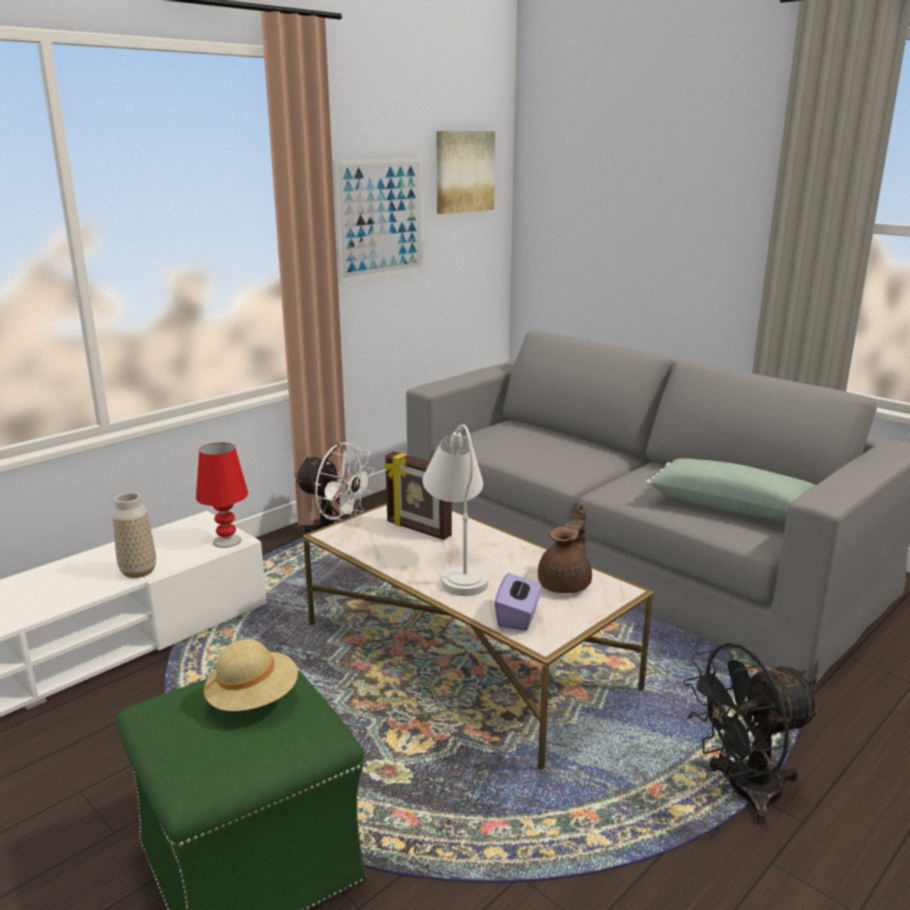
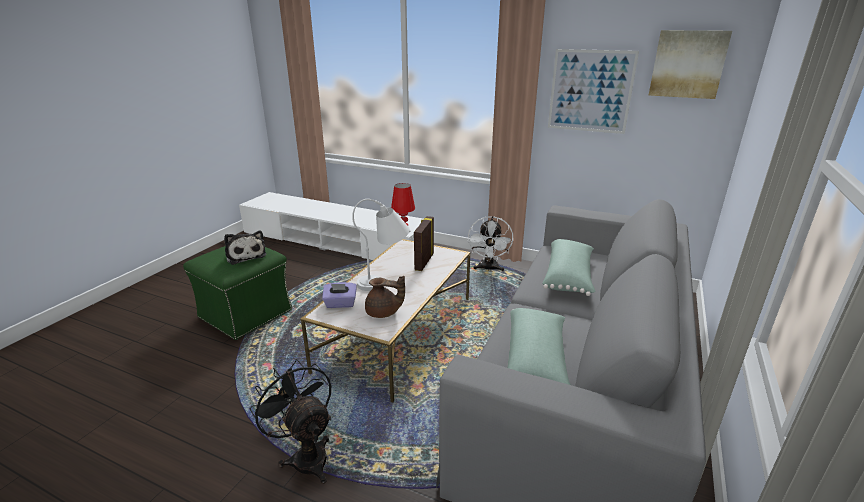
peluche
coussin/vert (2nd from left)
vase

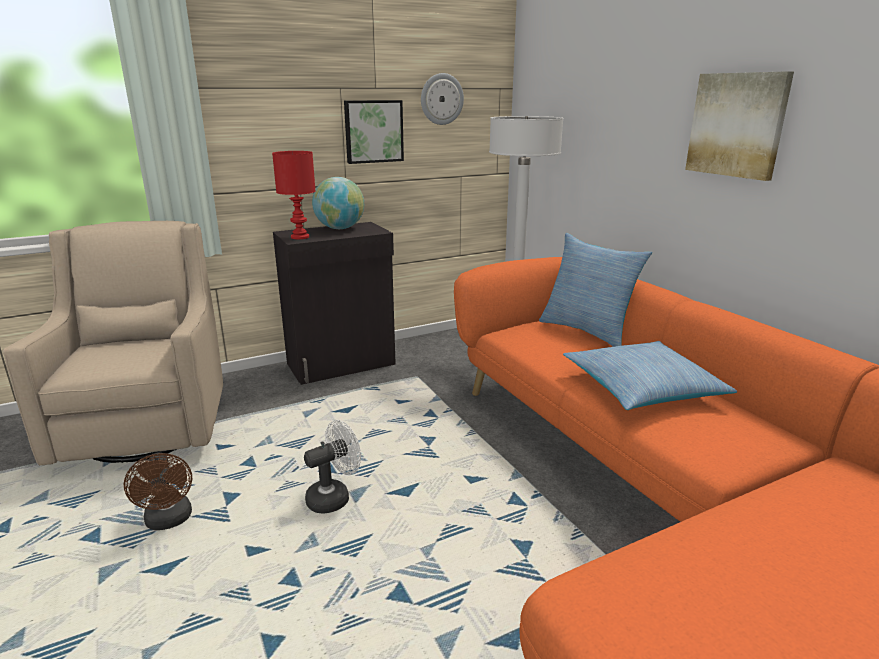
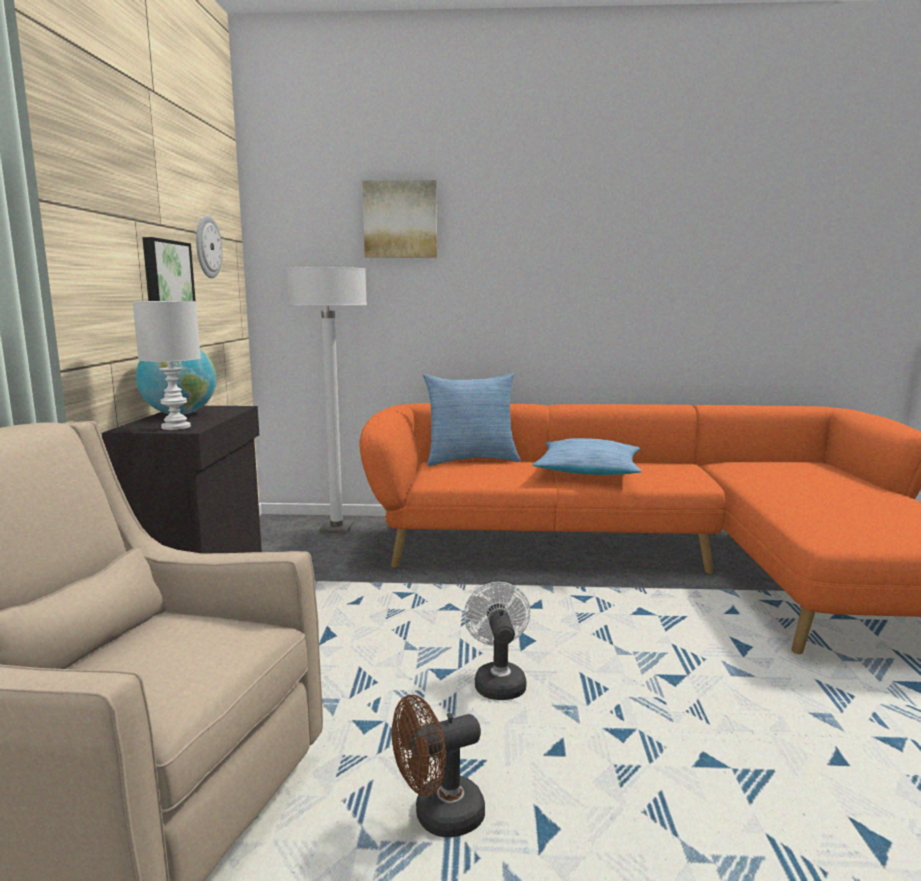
lampe de table/blanc
tableau (2nd from left)
ventilateur/marron

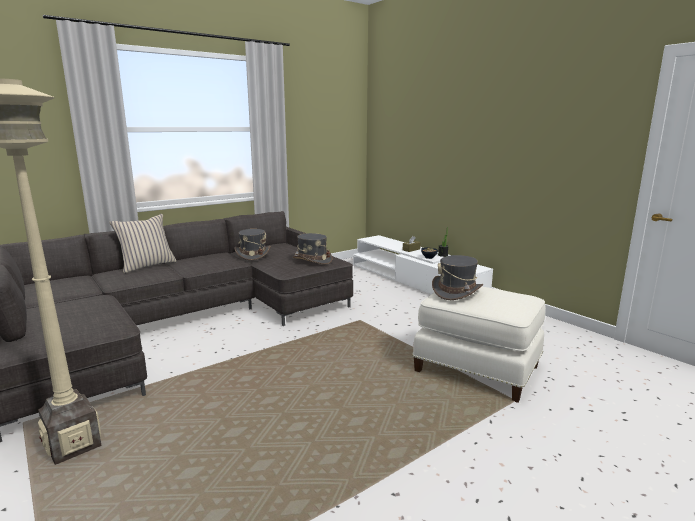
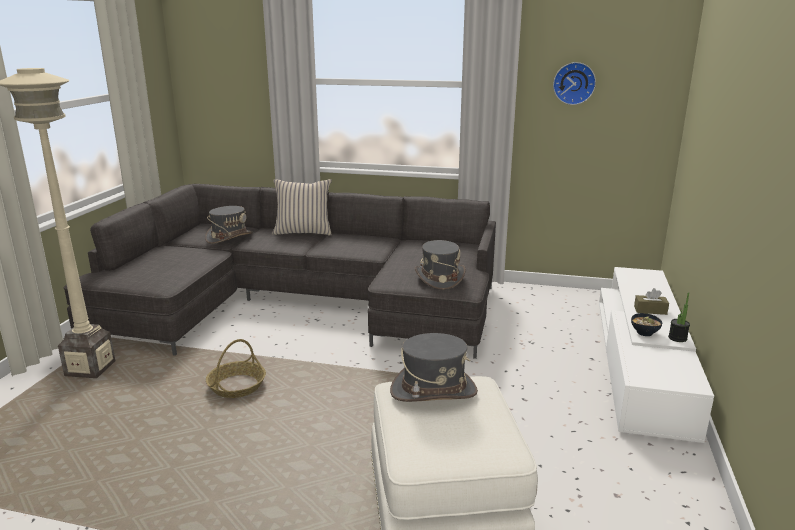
chapeau/gris (1st from left)
panier
horloge murale

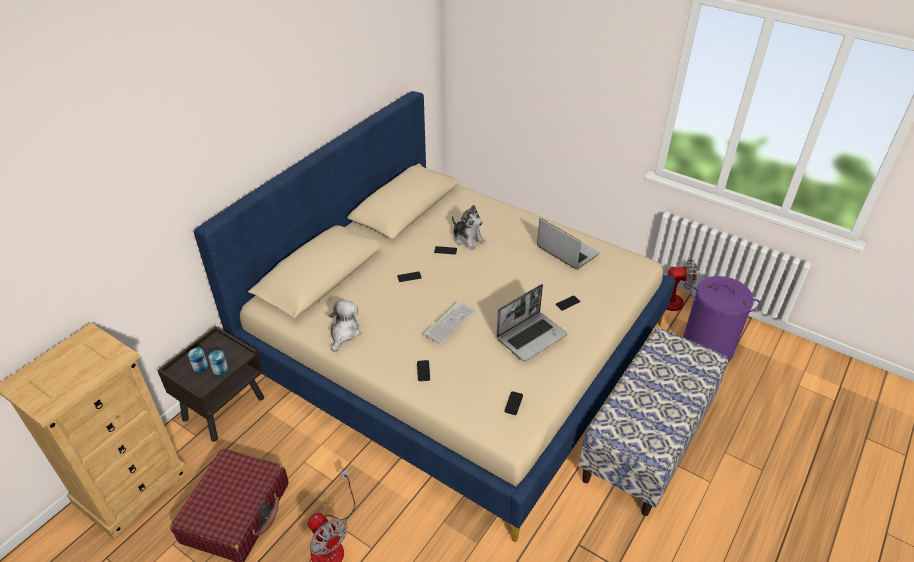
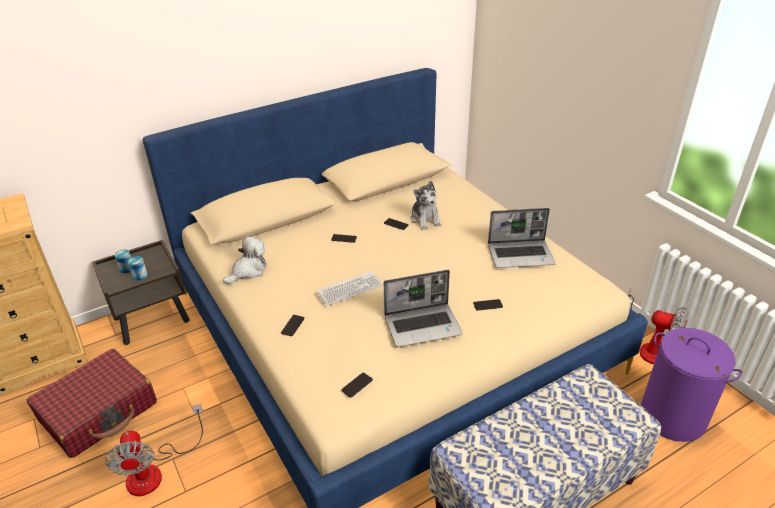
ordinateur portable (2nd from left)

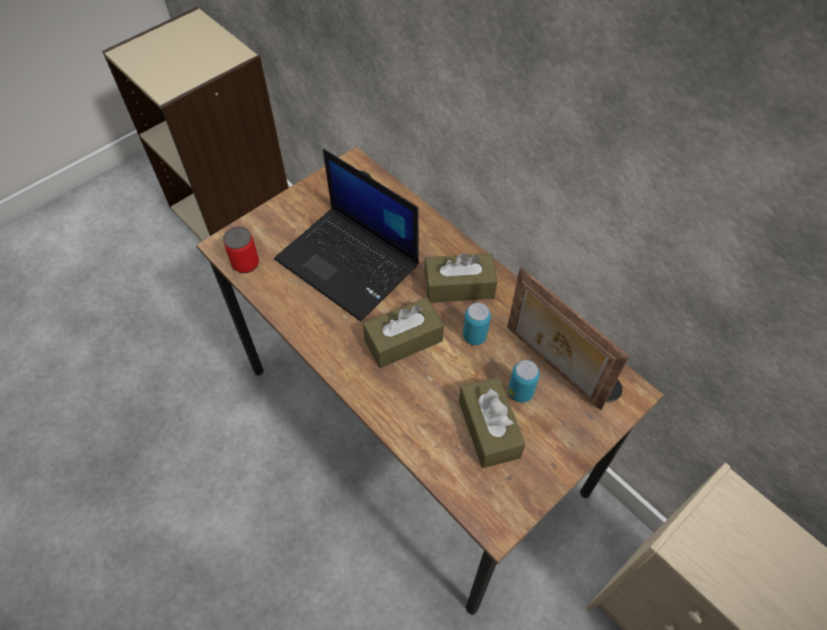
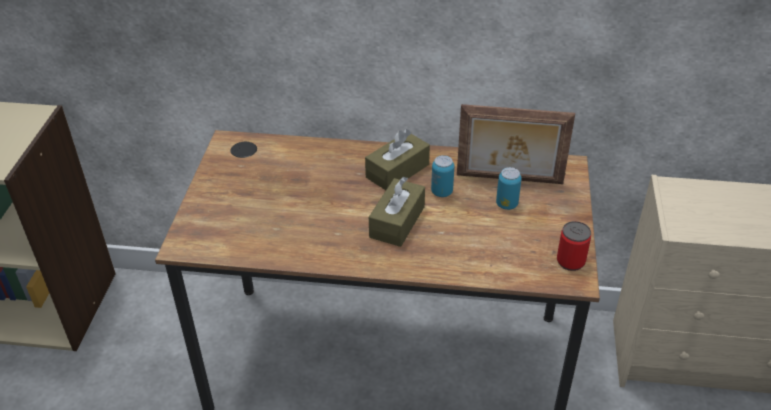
boîte métallique (3rd from left)
ordinateur portable
boîte à mouchoirs/marron (3rd from left in the first image)

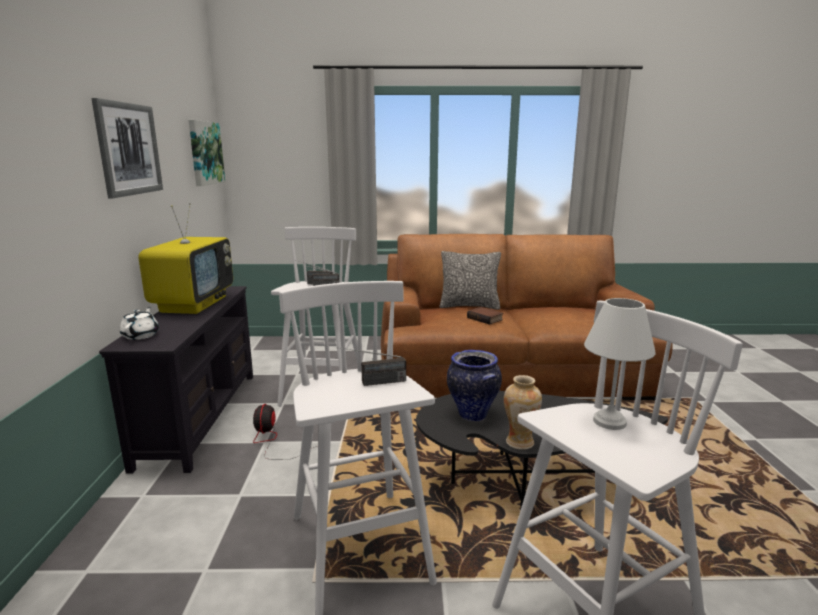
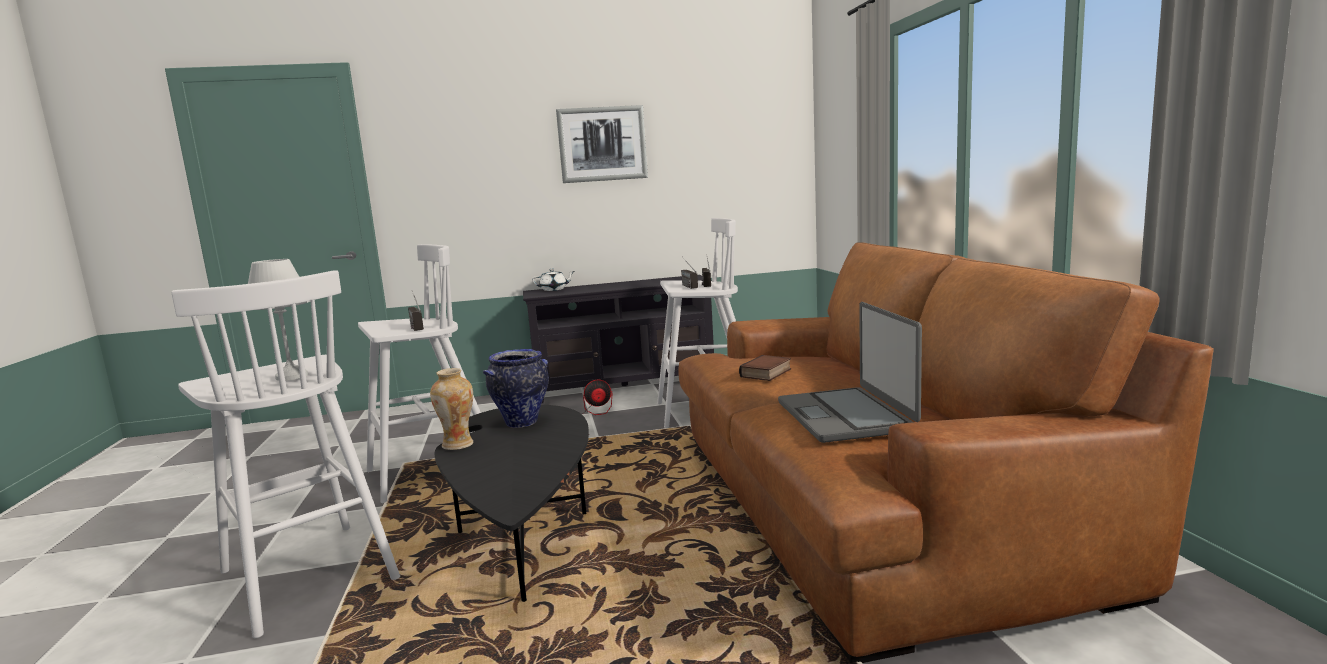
ordinateur portable
téléviseur
tableau (2nd from left in the first image)
coussin

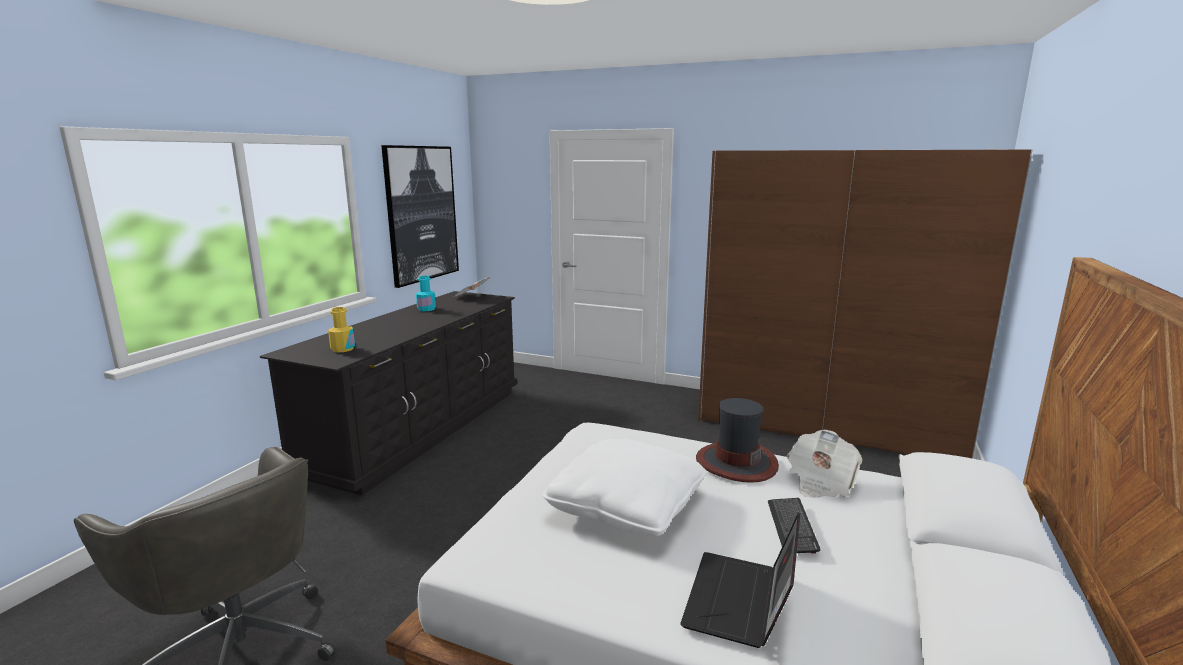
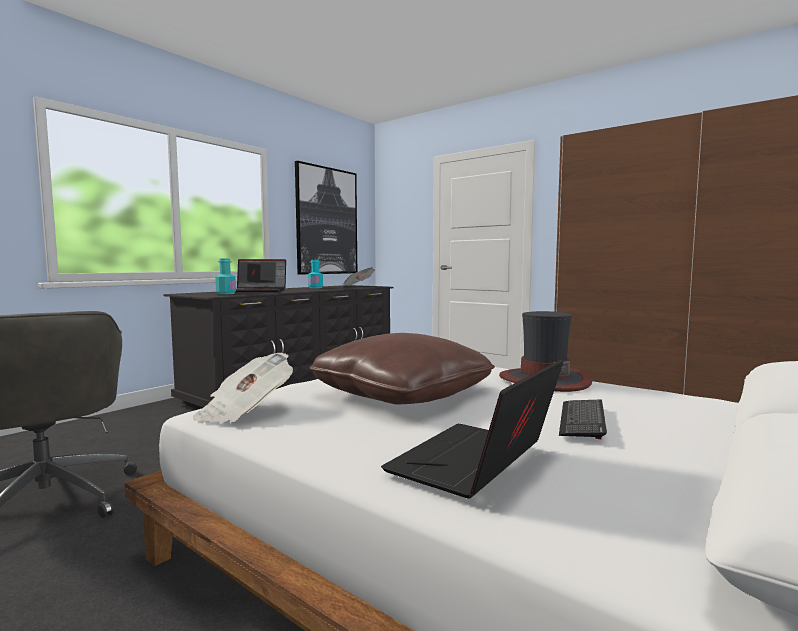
journal (1st from left)
bouteille/turquoise (1st from left)
ordinateur portable (1st from left)
coussin/marron

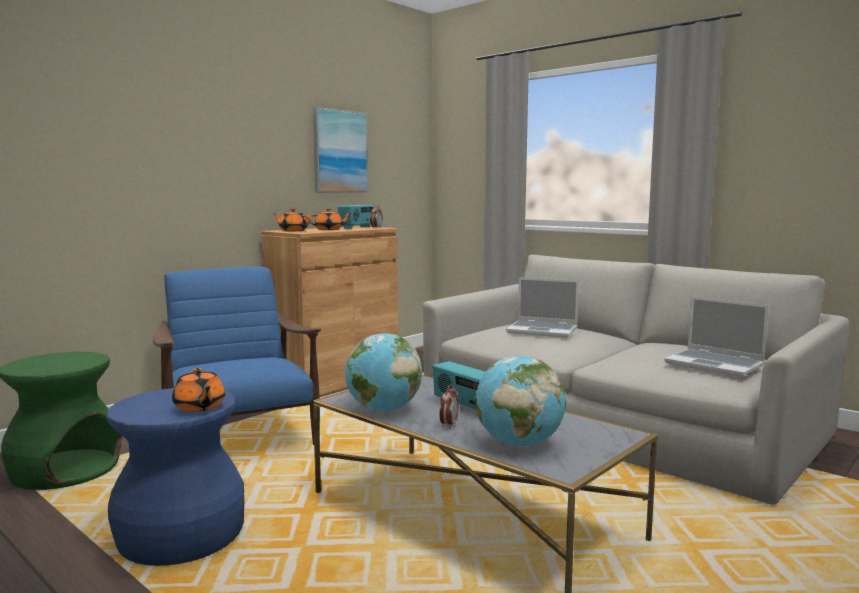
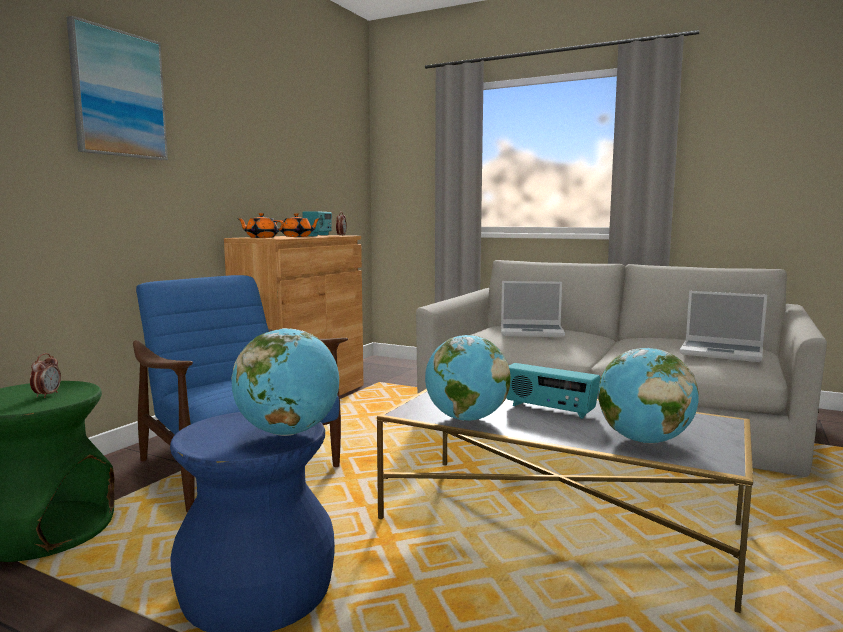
réveil (1st from left)
tableau
globe (1st from left)

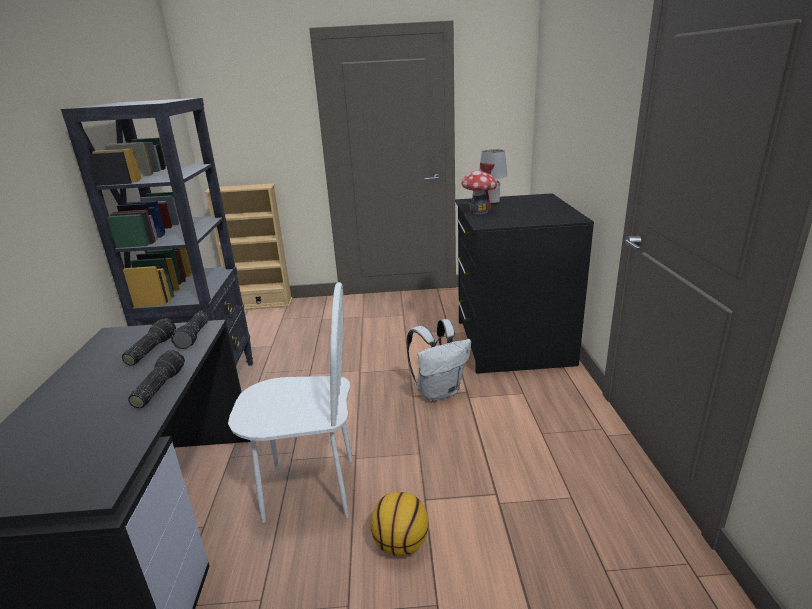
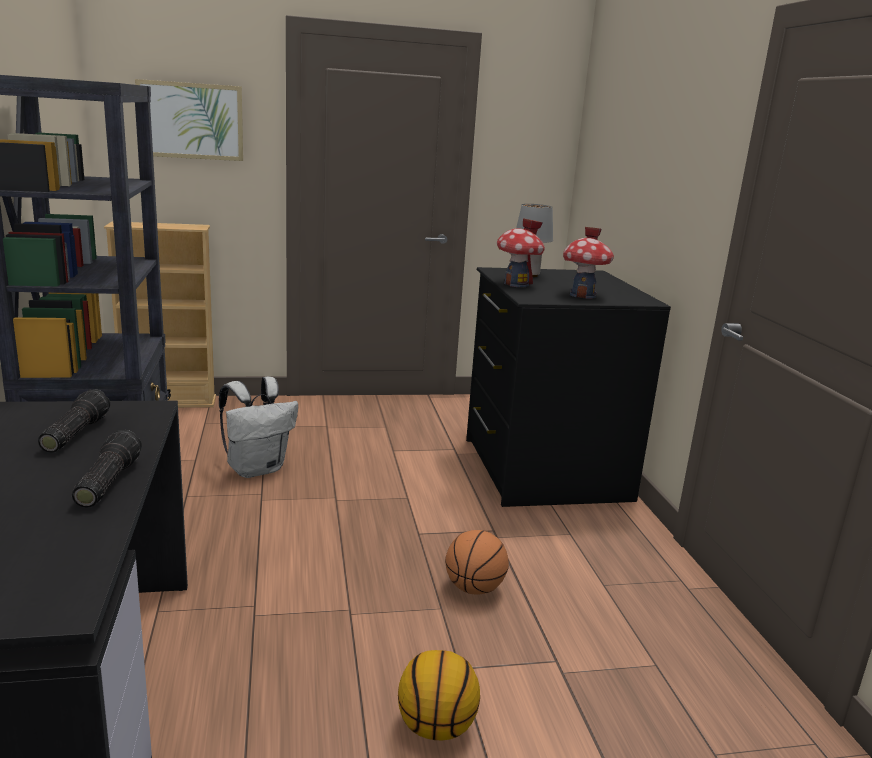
tableau
sac à dos/blanc
ballon de basket (2nd from left)
maison miniature (2nd from left)
lampe de poche (3rd from left in the first image)
chaise/blanc

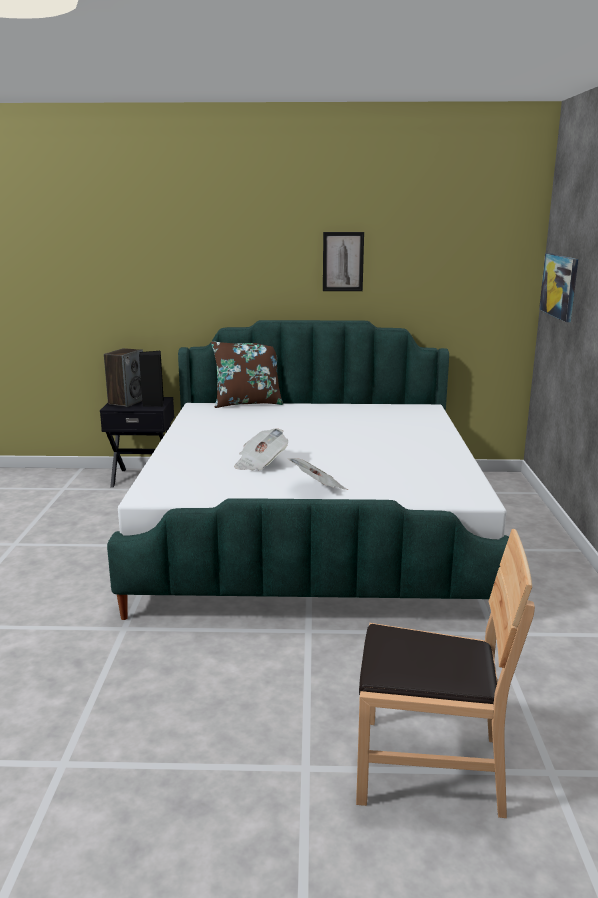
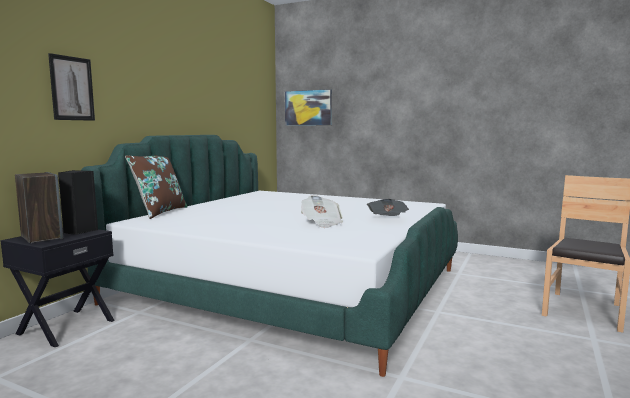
tableau (1st from left)

